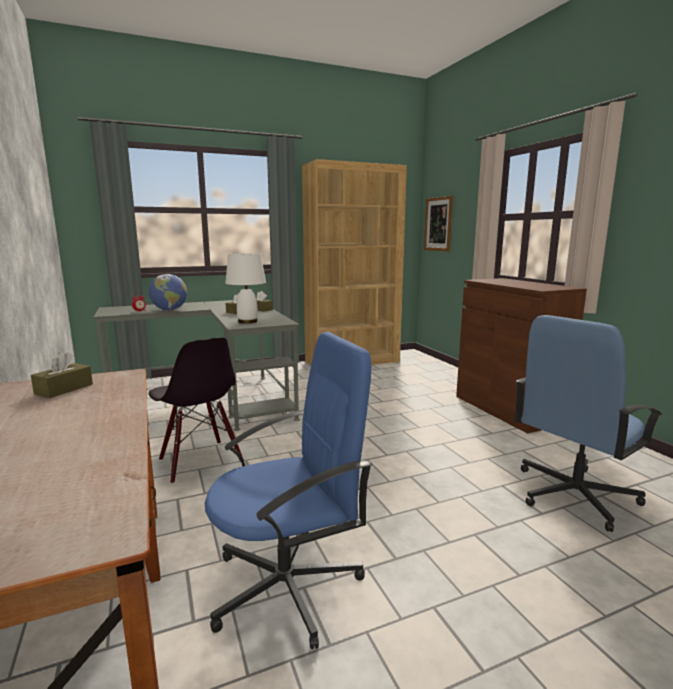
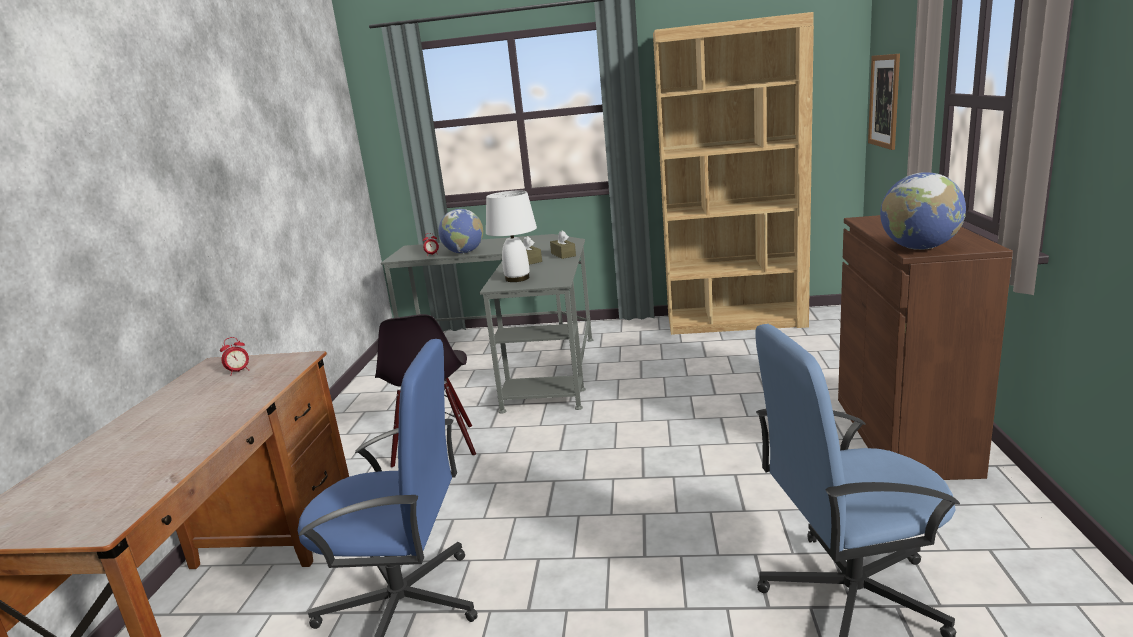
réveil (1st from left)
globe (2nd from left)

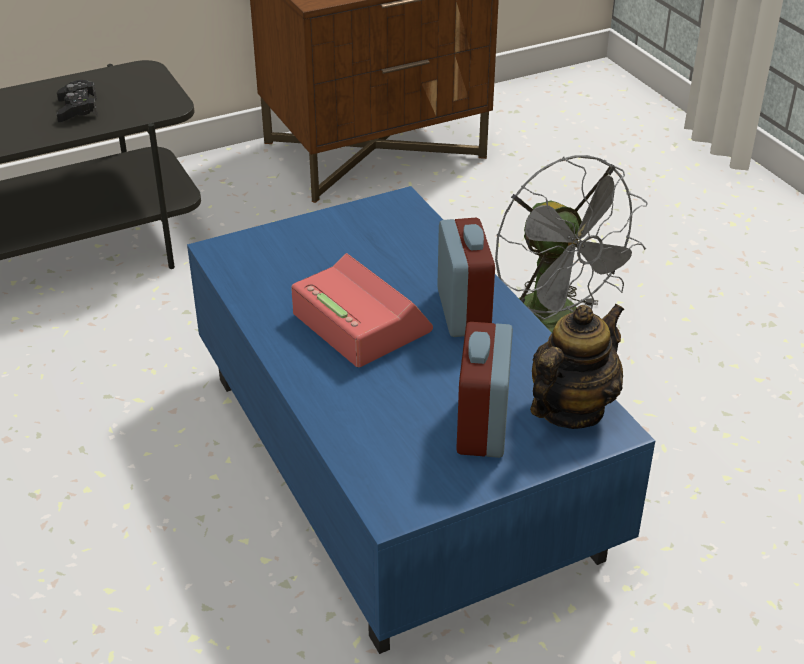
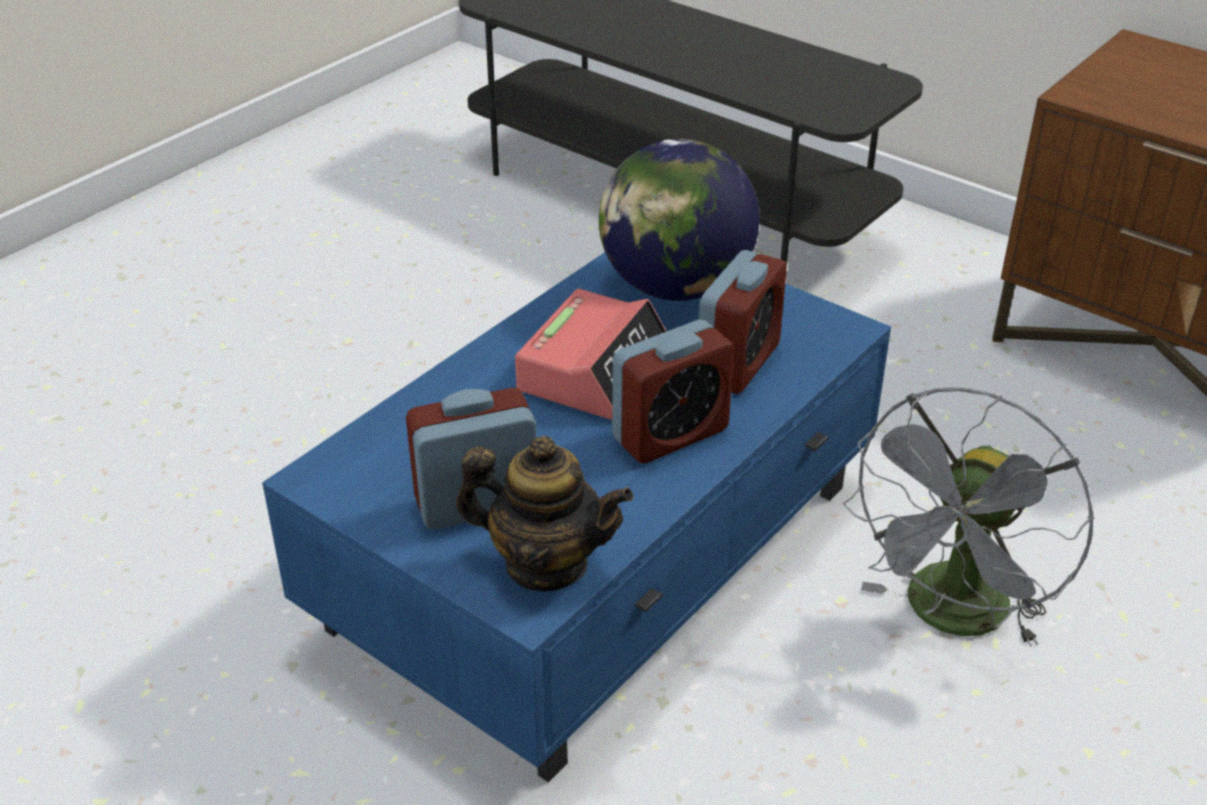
globe
réveil (4th from left)
manette/noir

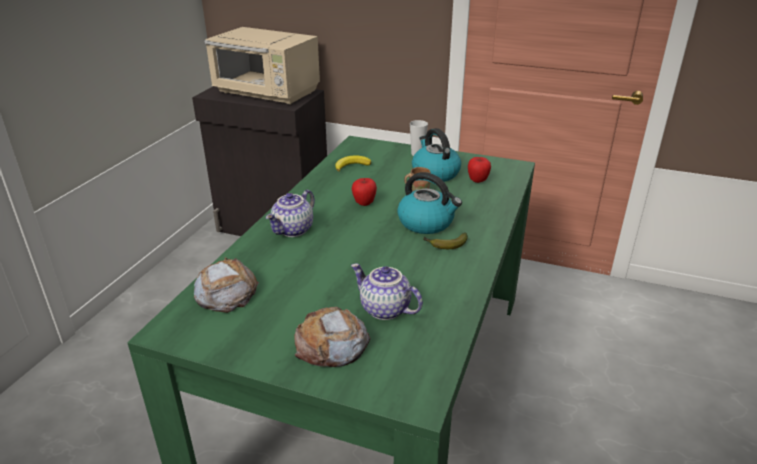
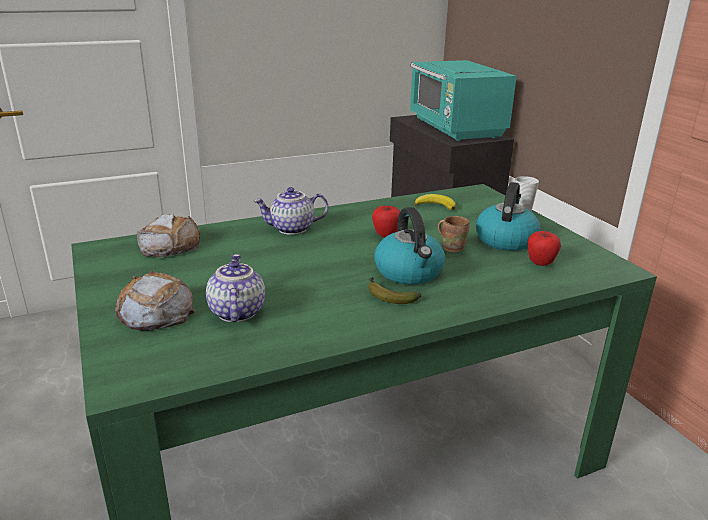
micro-ondes/turquoise

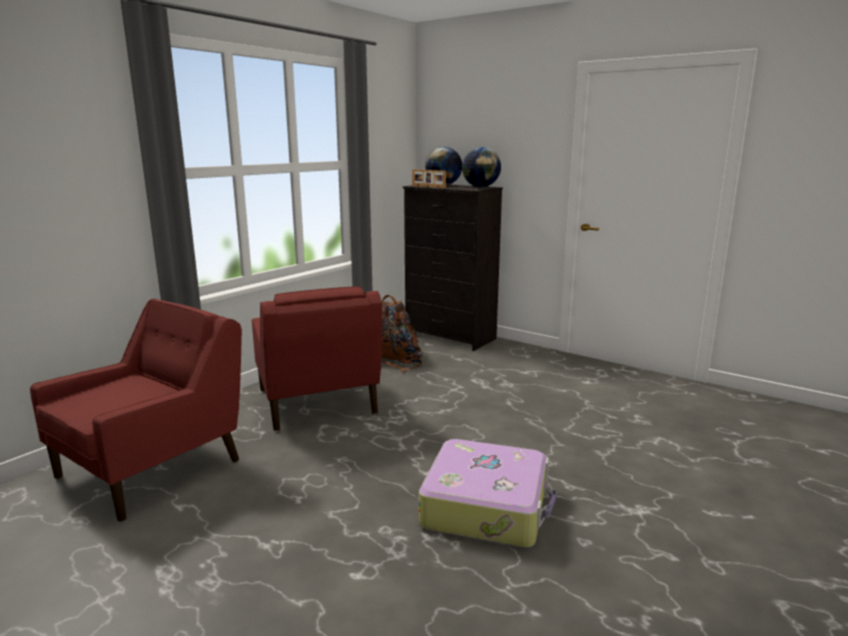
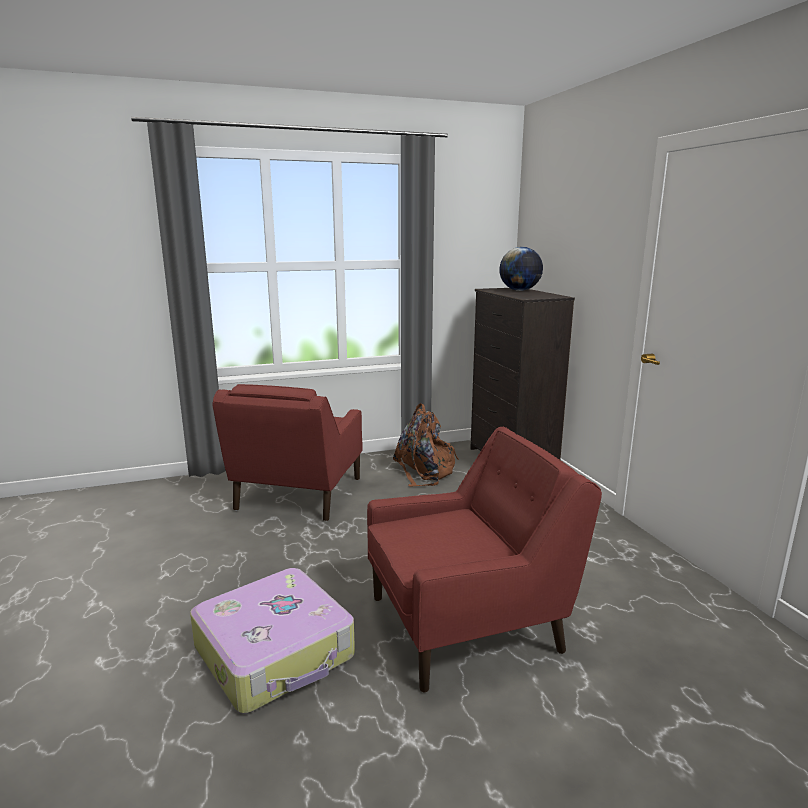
fauteuil/rouge (2nd from left)
cadre photo
globe (2nd from left in the first image)

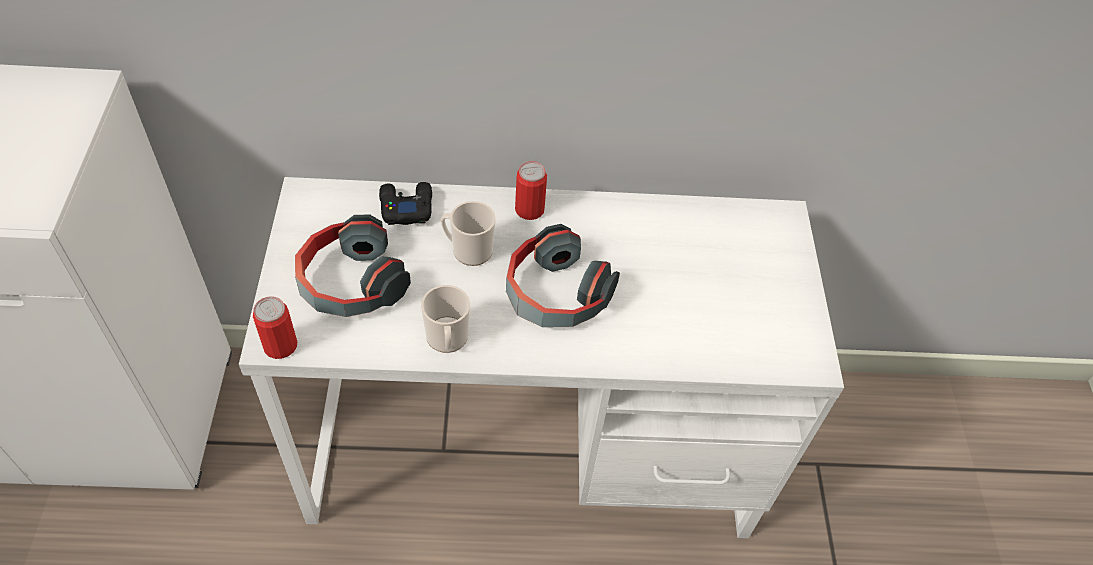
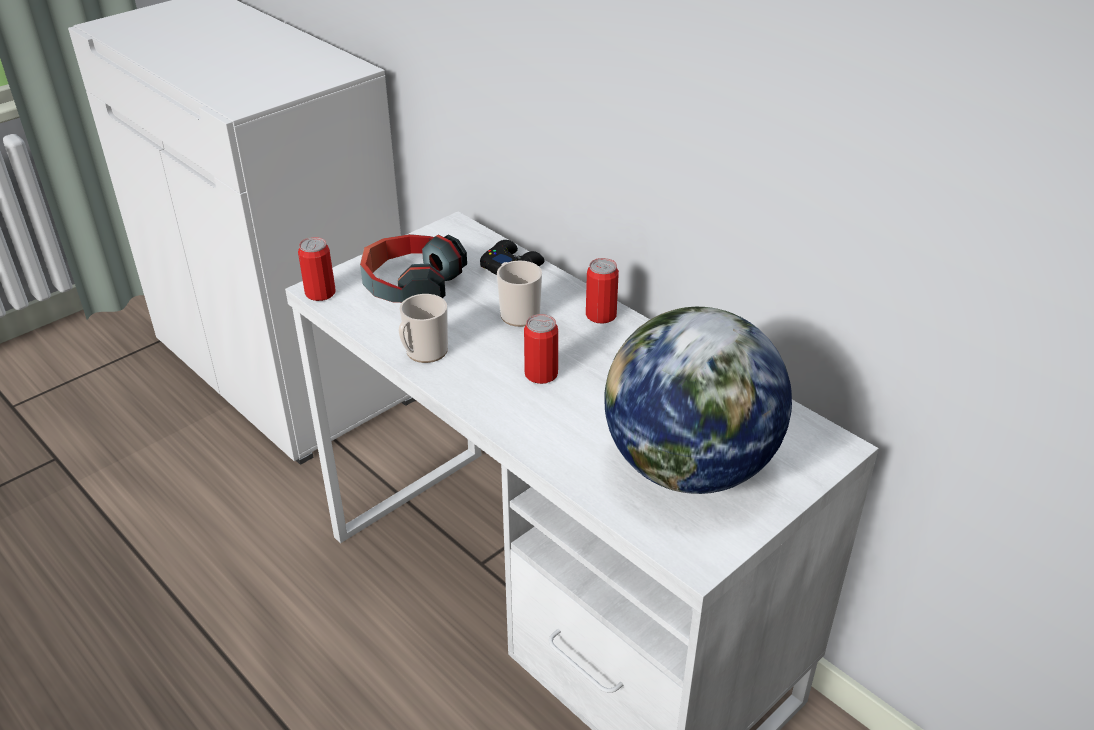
boîte métallique (2nd from left)
globe

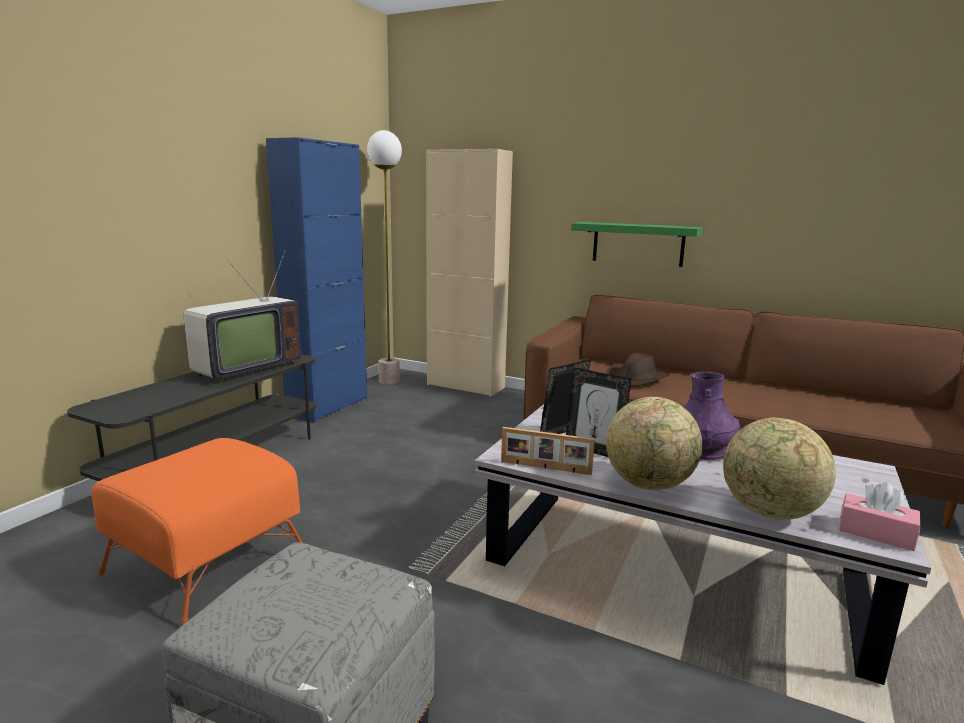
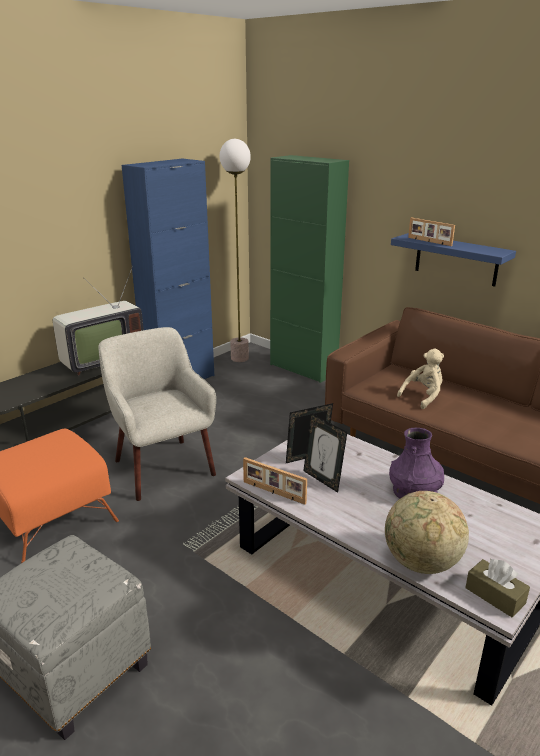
fauteuil/beige
meuble de rangement/vert
étagère/bleu
peluche/beige
cadre photo (4th from left)
boîte à mouchoirs/marron
globe (1st from left in the first image)

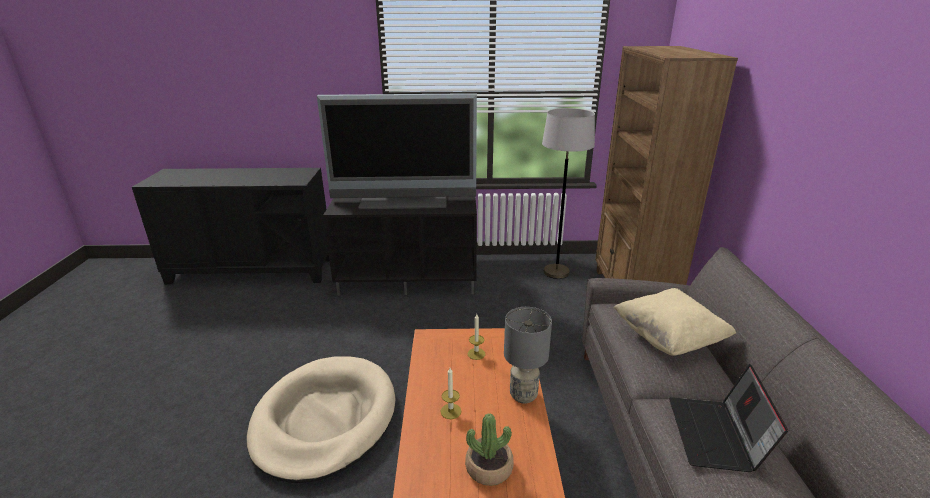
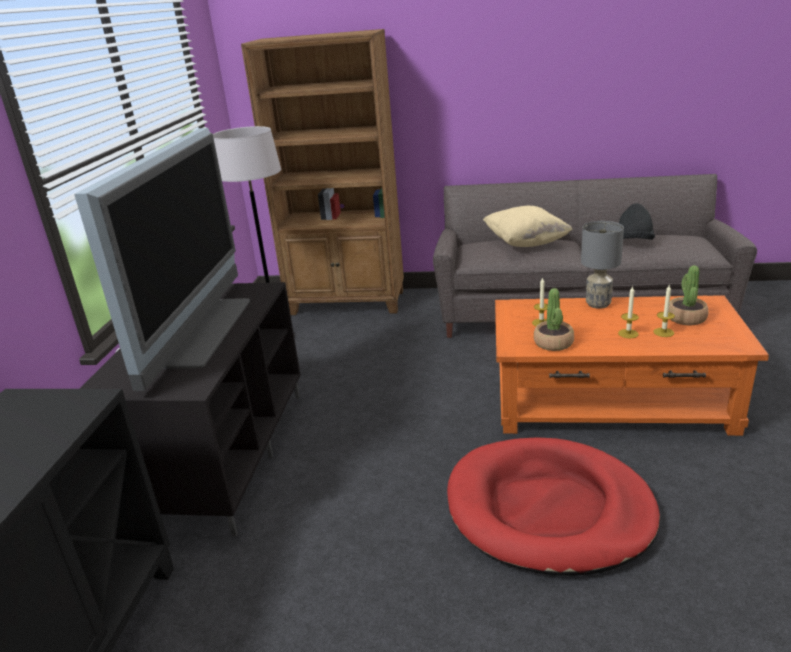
panier pour chien/rouge
plante en pot (1st from left)
chapeau/noir
bougie (3rd from left)

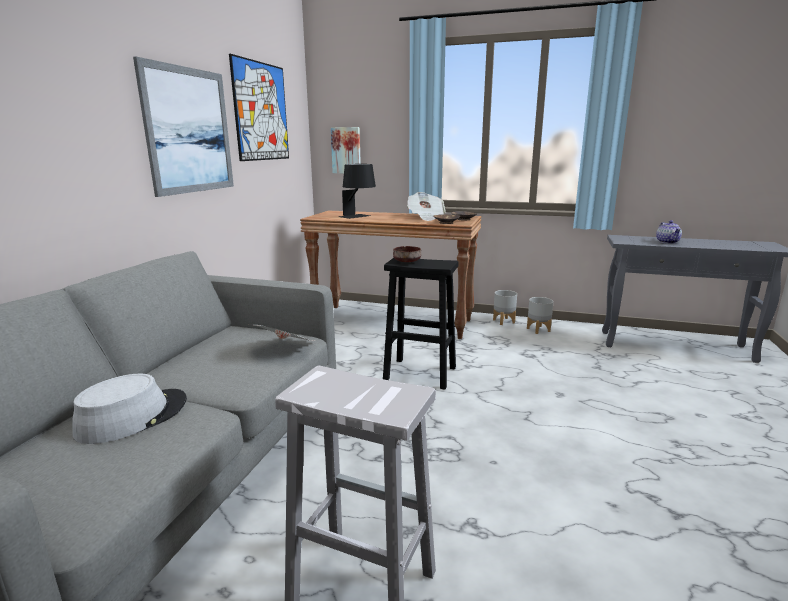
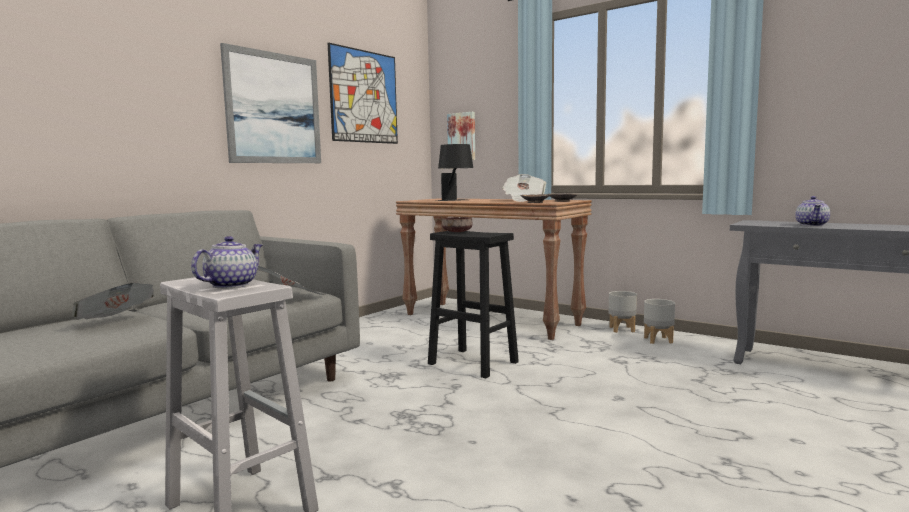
journal (1st from left)
théière (1st from left)

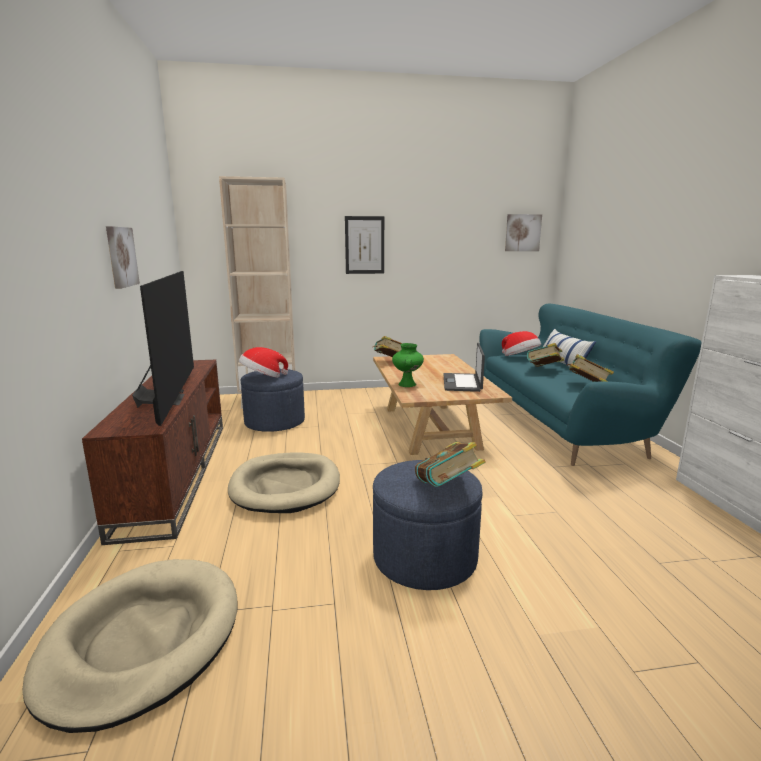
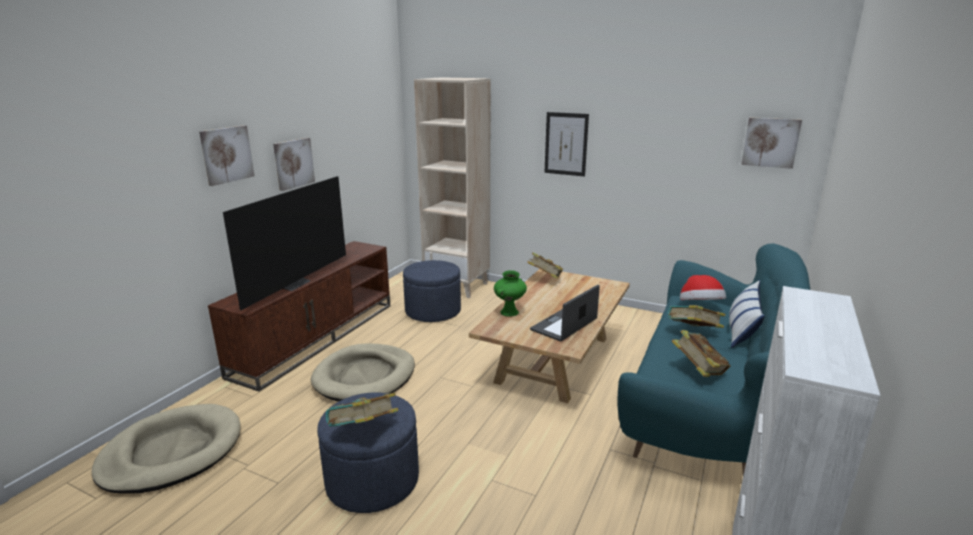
tableau (1st from left)
chapeau (1st from left in the first image)

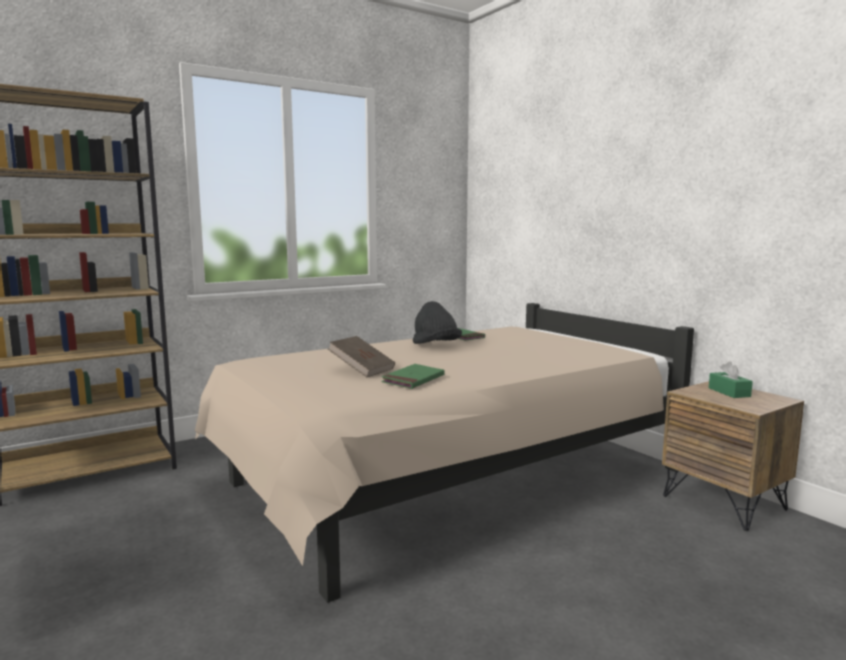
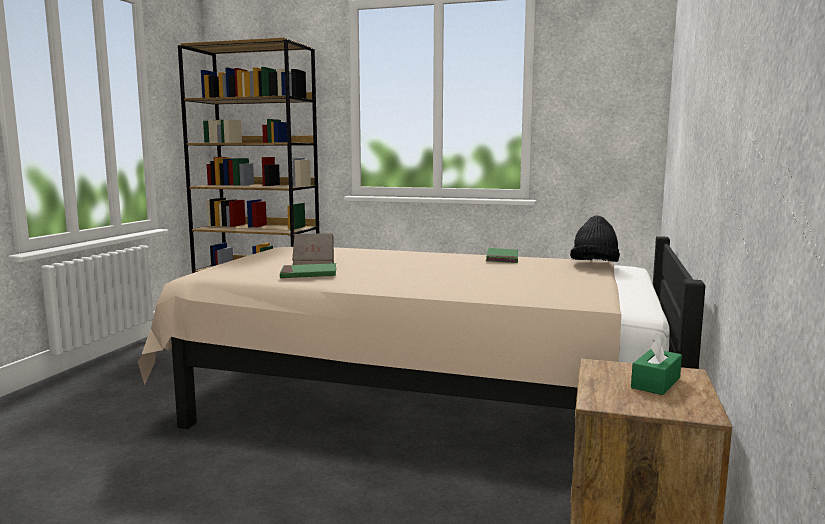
chapeau/noir

